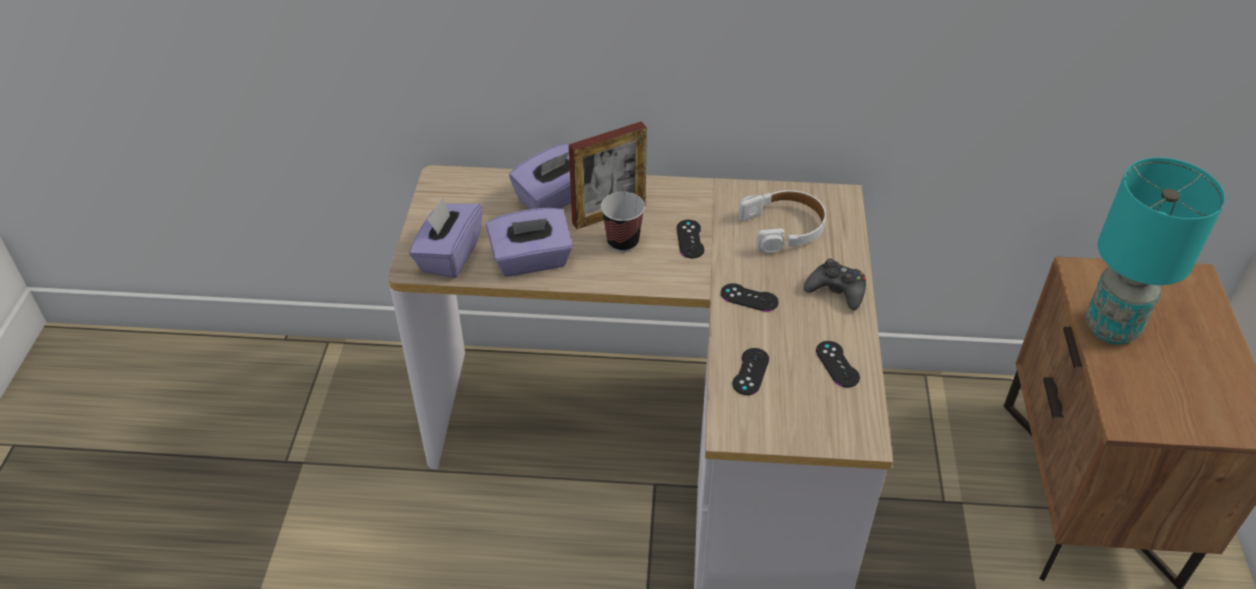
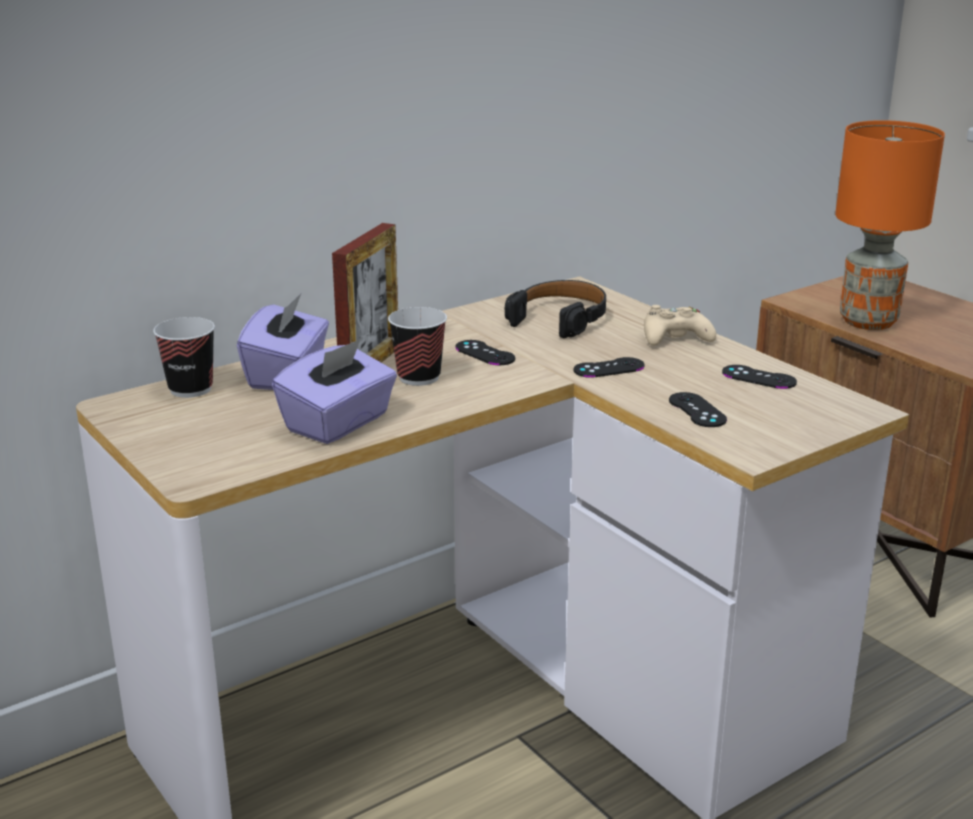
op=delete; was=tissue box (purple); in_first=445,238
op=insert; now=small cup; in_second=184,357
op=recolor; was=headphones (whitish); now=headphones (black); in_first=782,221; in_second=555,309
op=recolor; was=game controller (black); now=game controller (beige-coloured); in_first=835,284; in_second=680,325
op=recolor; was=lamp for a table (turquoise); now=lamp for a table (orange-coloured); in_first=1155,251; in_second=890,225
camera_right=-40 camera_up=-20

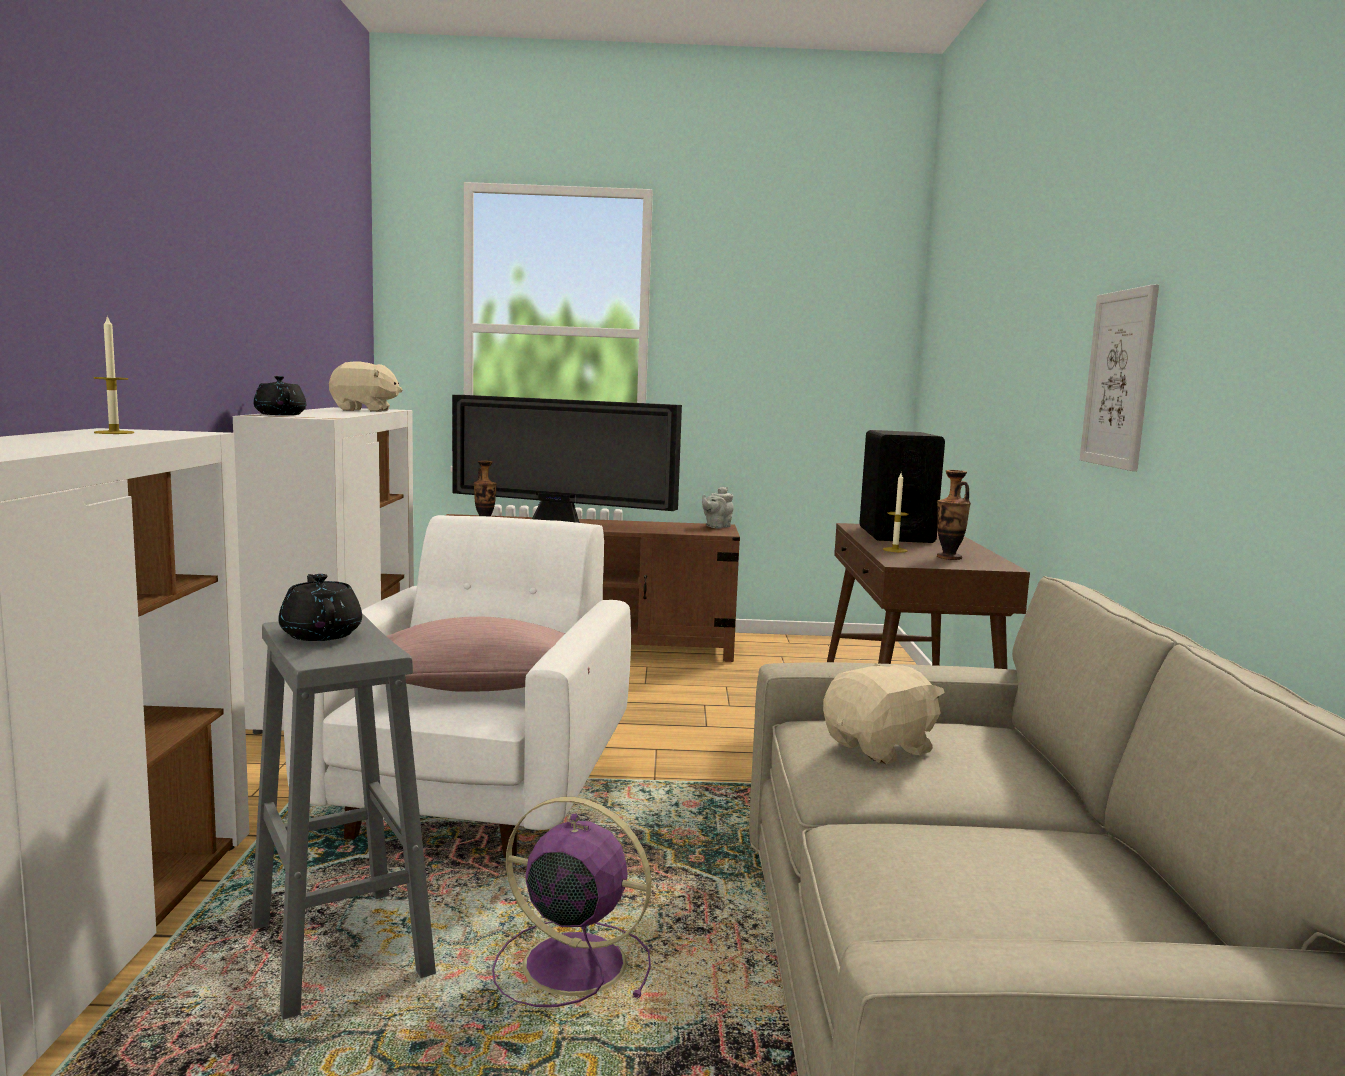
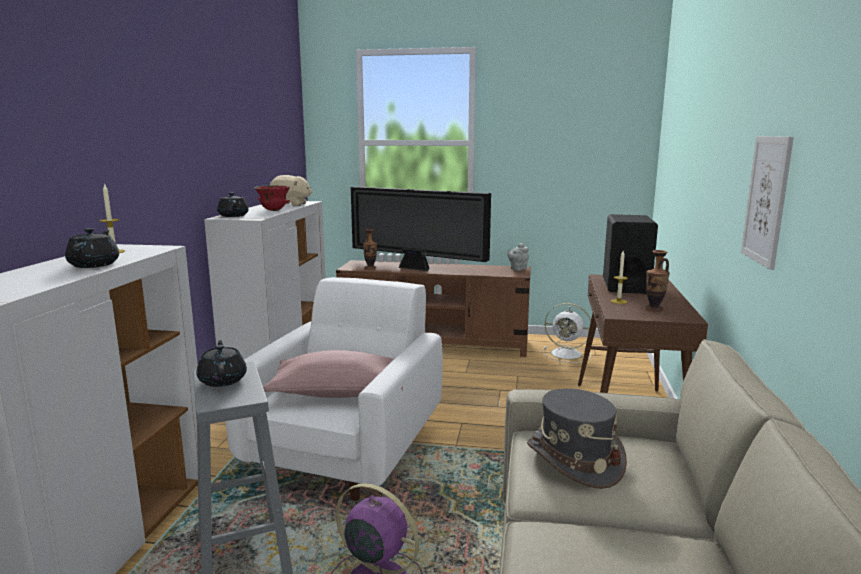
op=insert; now=tea pot (black); in_second=92,248
op=insert; now=deep dish (red); in_second=272,198
op=insert; now=fan (whitish); in_second=567,333
op=replace; was=soft toy (beige-coloured); now=hat (greyish); in_first=884,713; in_second=577,438
camera_right=10 camera_up=5

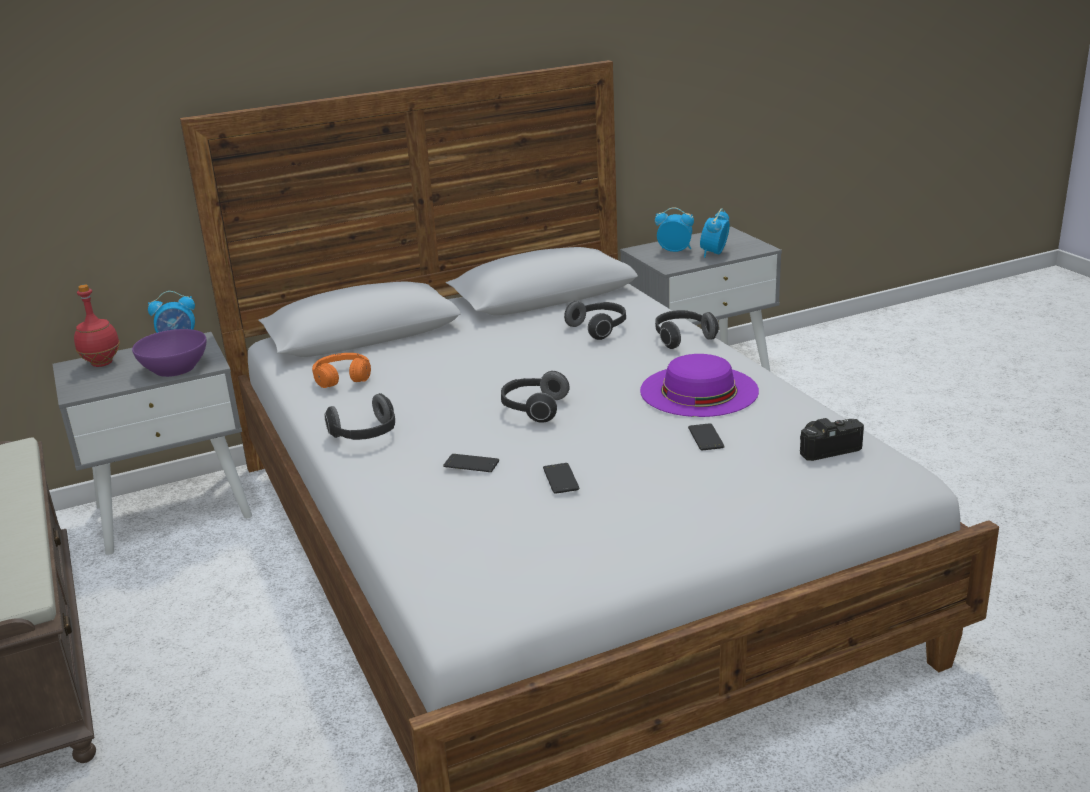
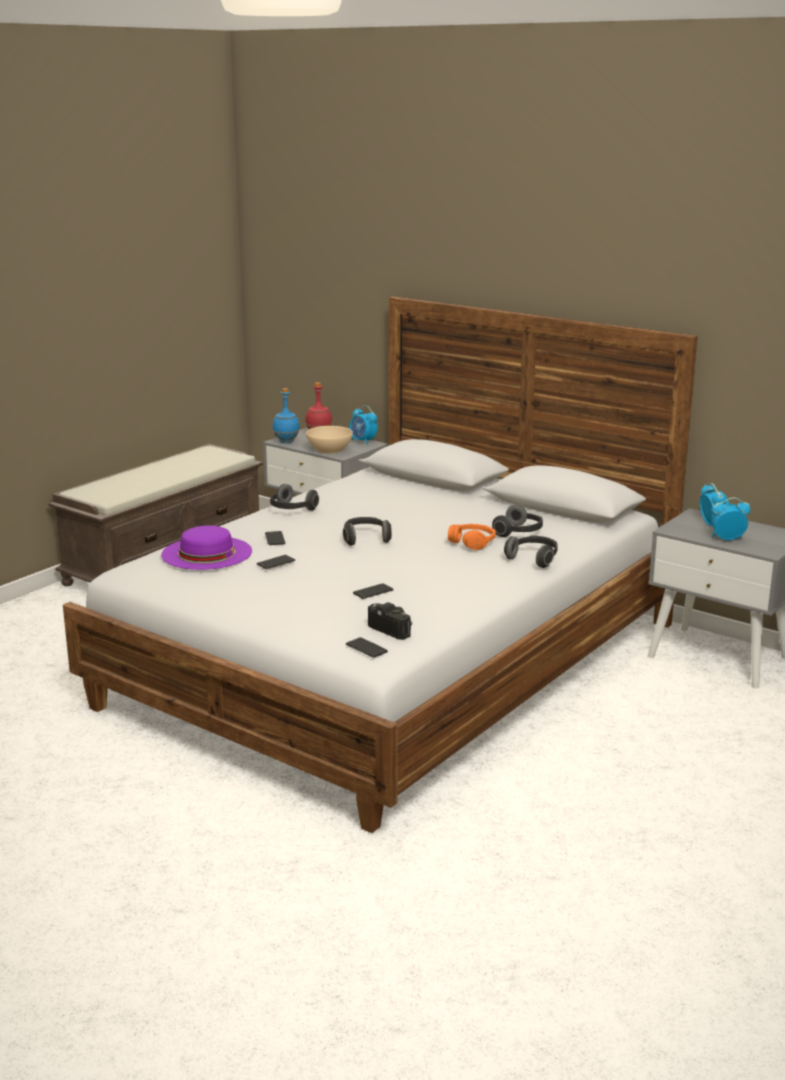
op=insert; now=drink bottle (bluish); in_second=286,415
op=insert; now=handset; in_second=367,647
op=move; was=headphones (orange-coloured); in_first=341,370; in_second=472,537
op=move; was=hat (purple); in_first=699,385; in_second=206,547
op=recolor; was=deep dish (purple); now=deep dish (beige-coloured); in_first=169,353; in_second=329,440
camera_right=60 camera_up=-5

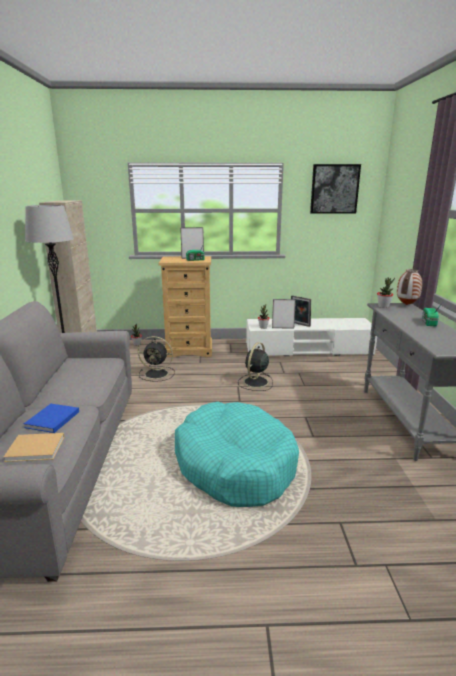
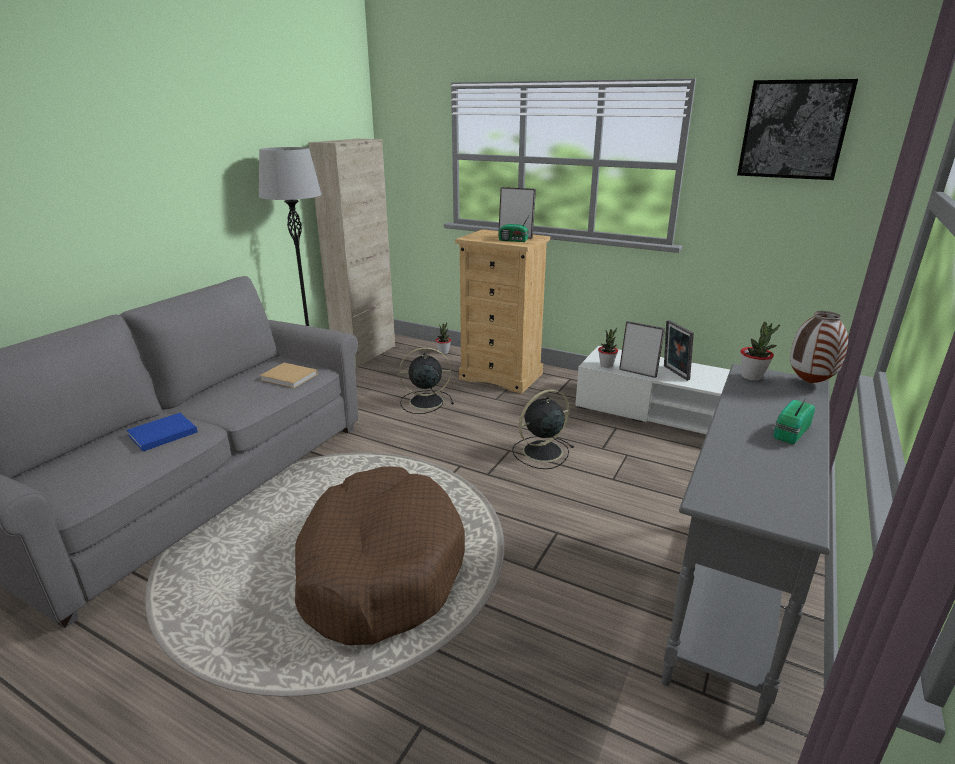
op=move; was=book (beige-coloured); in_first=33,447; in_second=288,375
op=recolor; was=dog cushion (turquoise); now=dog cushion (brown); in_first=237,454; in_second=380,556
op=rotate; was=fan (black); in_first=156,359; in_second=426,380; clockwise=135
camera_right=30 camera_up=5

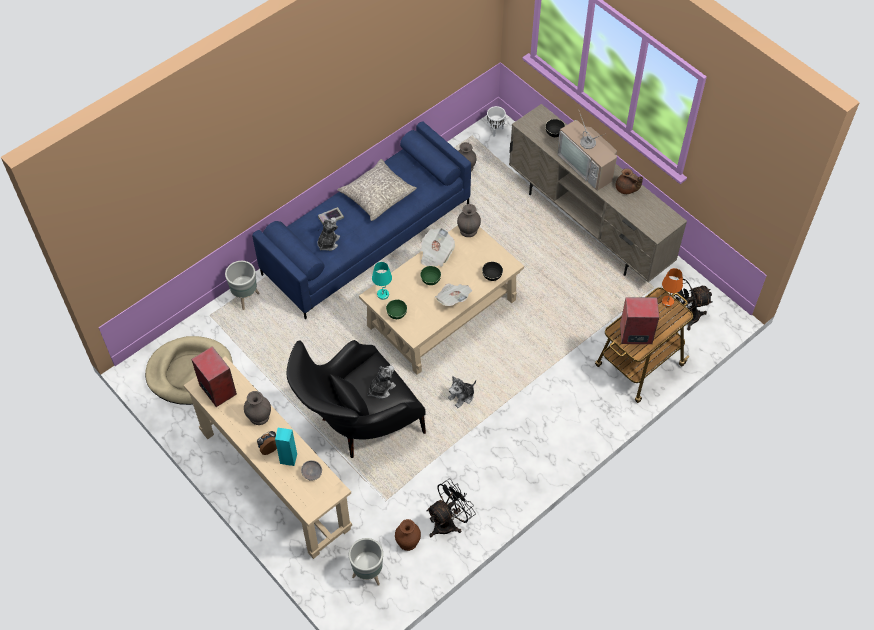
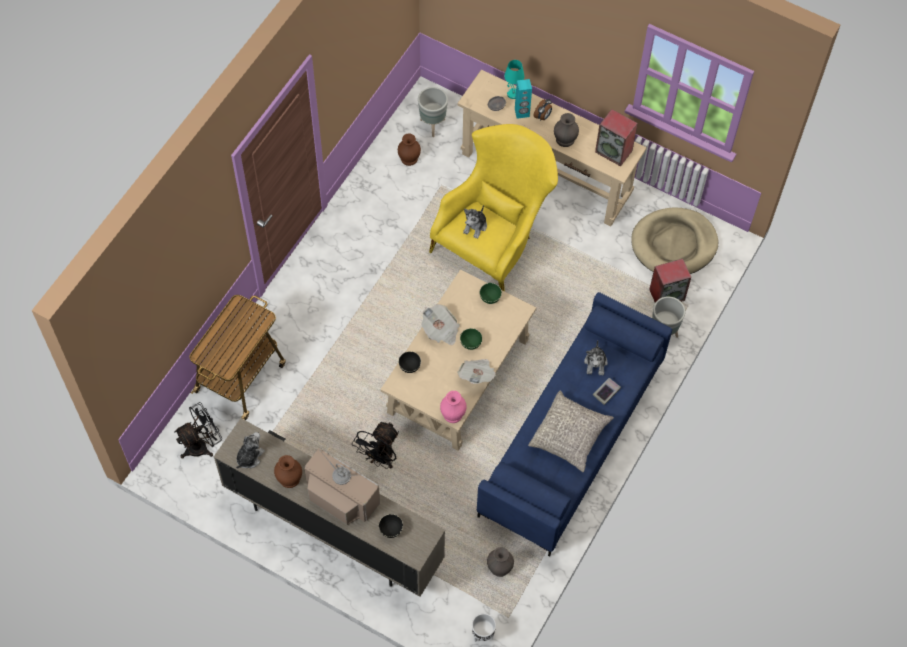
op=delete; was=lamp for a table (orange-coloured); in_first=672,287
op=move; was=lamp for a table (turquoise); in_first=382,281; in_second=514,79
op=move; was=fan (black); in_first=451,508; in_second=375,445
op=move; was=soft toy; in_first=462,392; in_second=250,450
op=move; was=loudspeaker; in_first=639,320; in_second=670,281
op=replace; was=tea pot (brown); now=vase (brown); in_first=629,181; in_second=288,471
op=recolor; was=lounge chair (black); now=lounge chair (yellow-coloured); in_first=356,399; in_second=493,208
op=recolor; was=vase (greyish); now=vase (pink); in_first=469,220; in_second=453,407
camera_right=160 camera_up=5

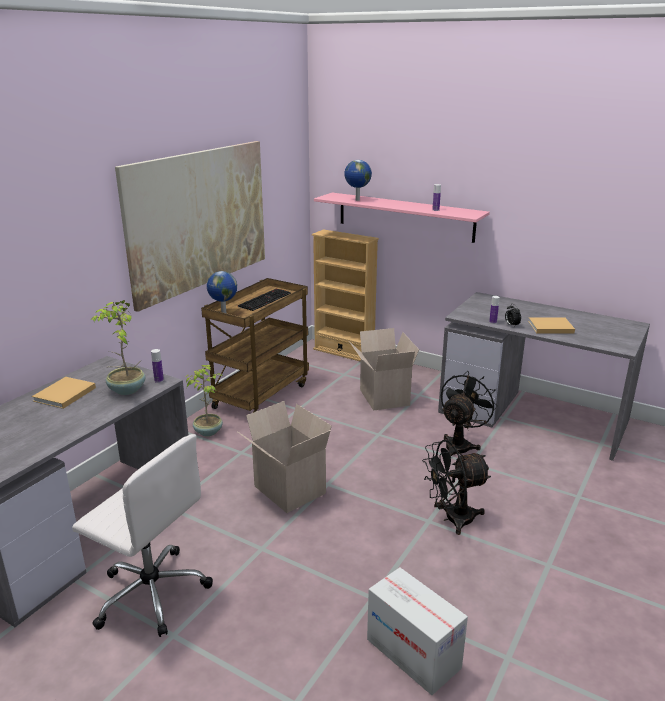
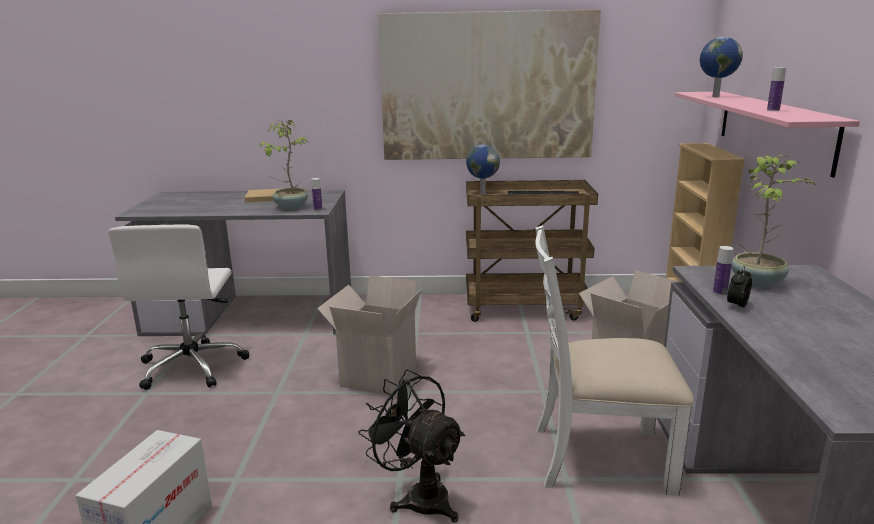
op=delete; was=book (beige-coloured); in_first=551,325
op=move; was=plant in a pot; in_first=204,400; in_second=774,221
op=replace; was=fan (black); now=upright chair (whitish); in_first=469,414; in_second=615,360
camera_right=60 camera_up=-5

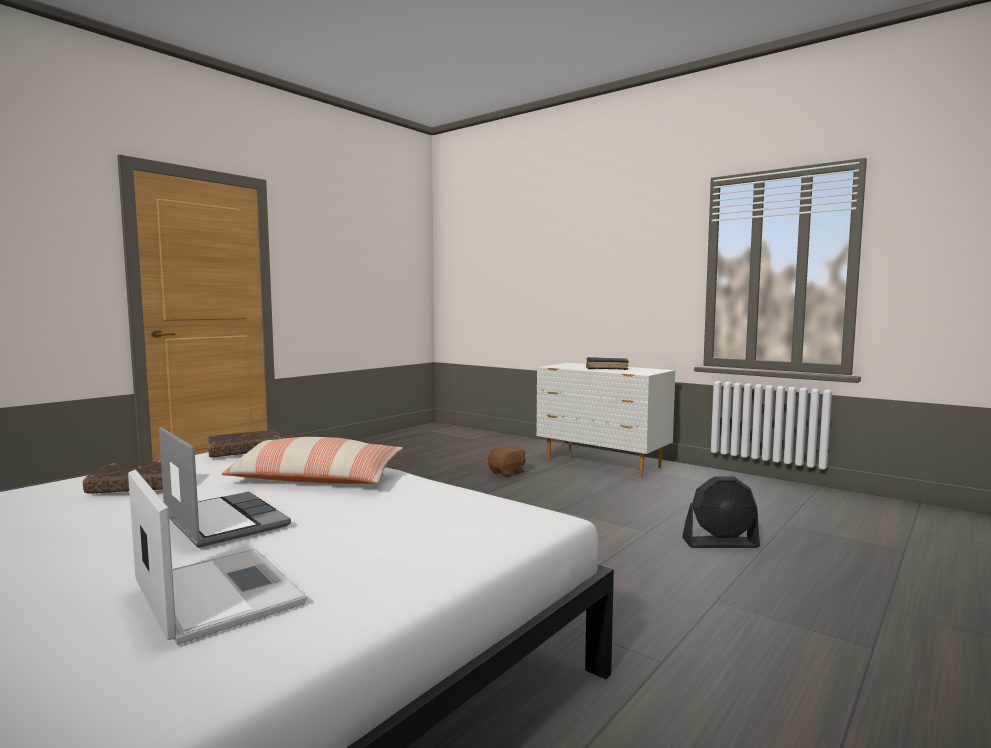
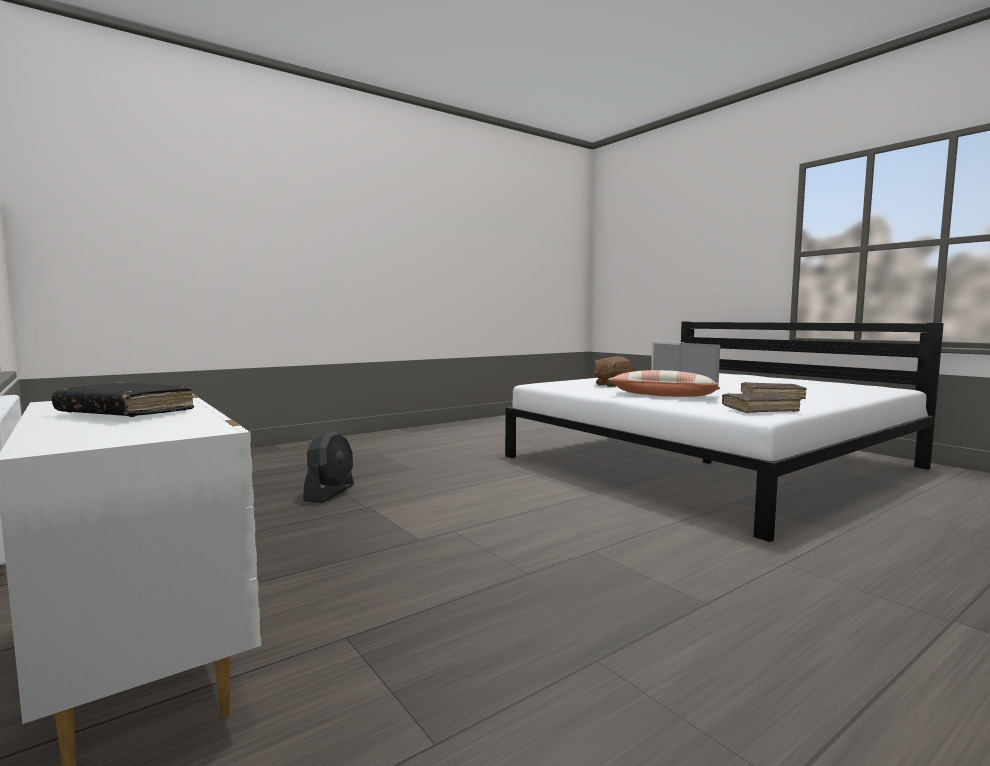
op=move; was=soft toy (brown); in_first=507,461; in_second=614,371
op=rotate; was=fan (black); in_first=721,512; in_second=328,467; clockwise=90
camera_right=-165 camera_up=0

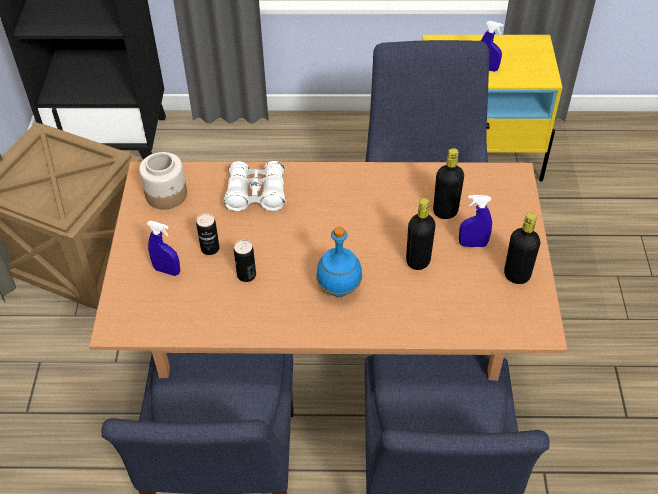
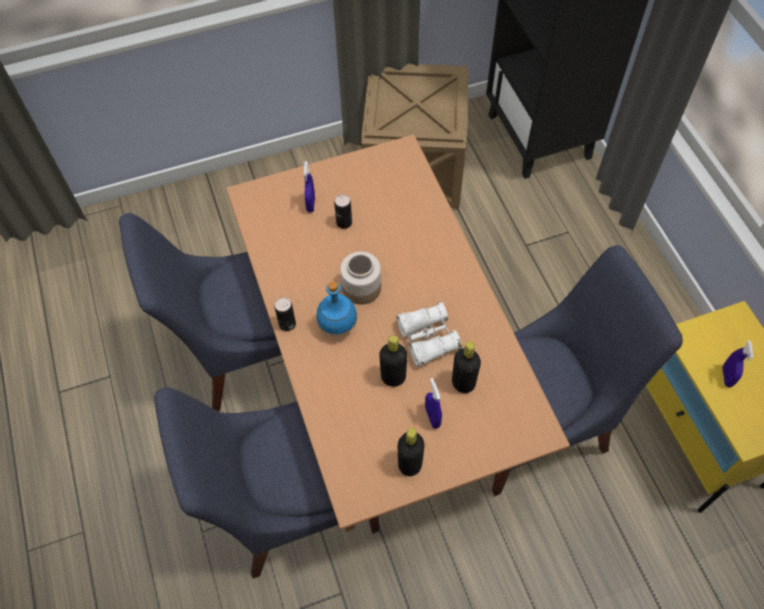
op=move; was=storage jar; in_first=163,180; in_second=360,278
op=move; was=pair of binoculars (whitish); in_first=254,186; in_second=429,334
op=move; was=metal can; in_first=245,261; in_second=285,314
camera_right=70 camera_up=10

